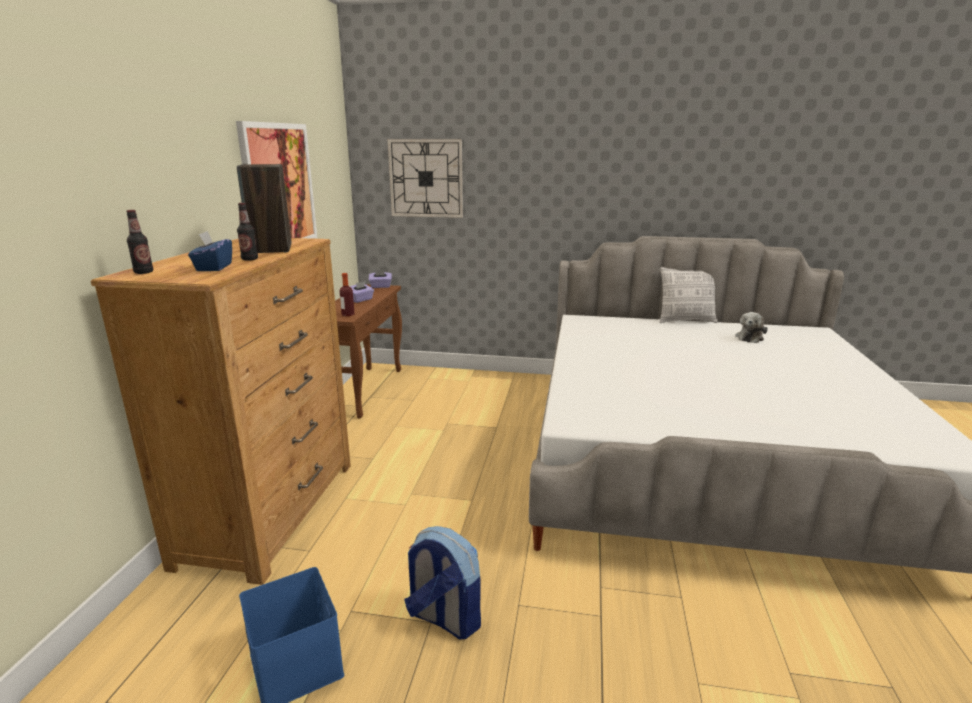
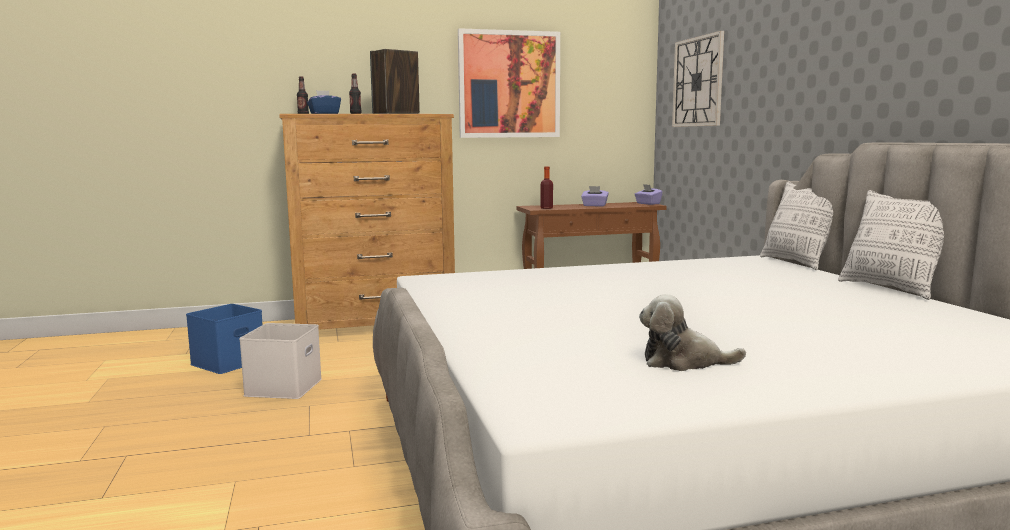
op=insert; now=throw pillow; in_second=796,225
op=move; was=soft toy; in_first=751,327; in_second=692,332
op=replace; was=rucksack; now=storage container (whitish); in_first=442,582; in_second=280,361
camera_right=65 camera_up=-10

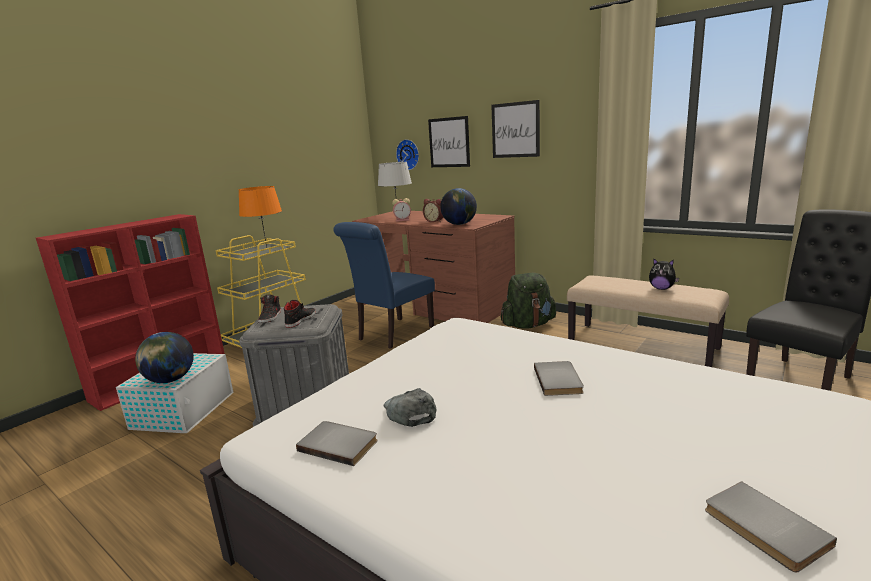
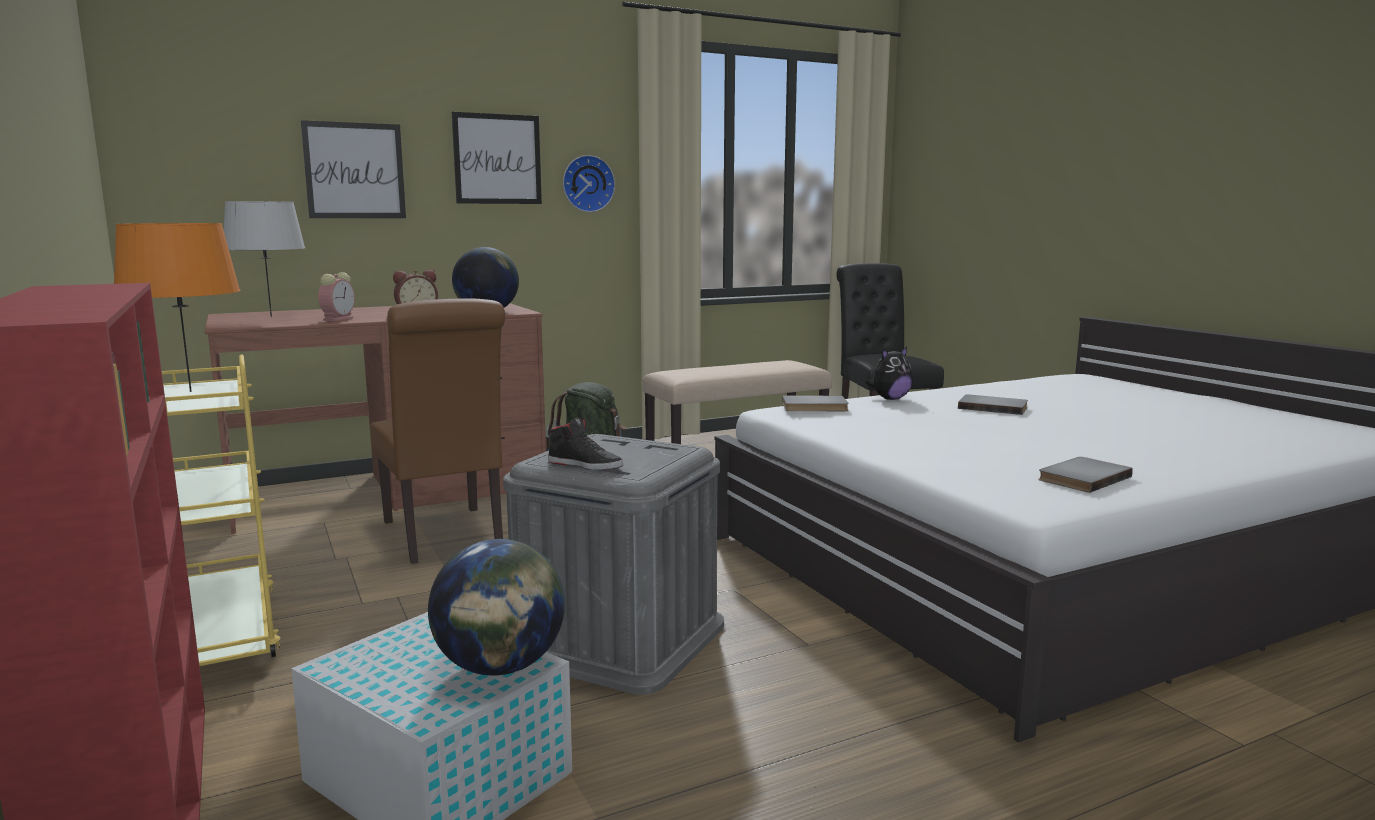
op=delete; was=shoe (black); in_first=300,314
op=delete; was=baseball cap (greyish); in_first=409,407
op=move; was=clock on the wall; in_first=407,154; in_second=589,183
op=move; was=soft toy; in_first=664,274; in_second=889,373
op=move; was=book (greyish); in_first=771,527; in_second=815,403
op=recolor; was=upright chair (bluish); now=upright chair (brown); in_first=384,285; in_second=437,431
camera_right=-65 camera_up=-5

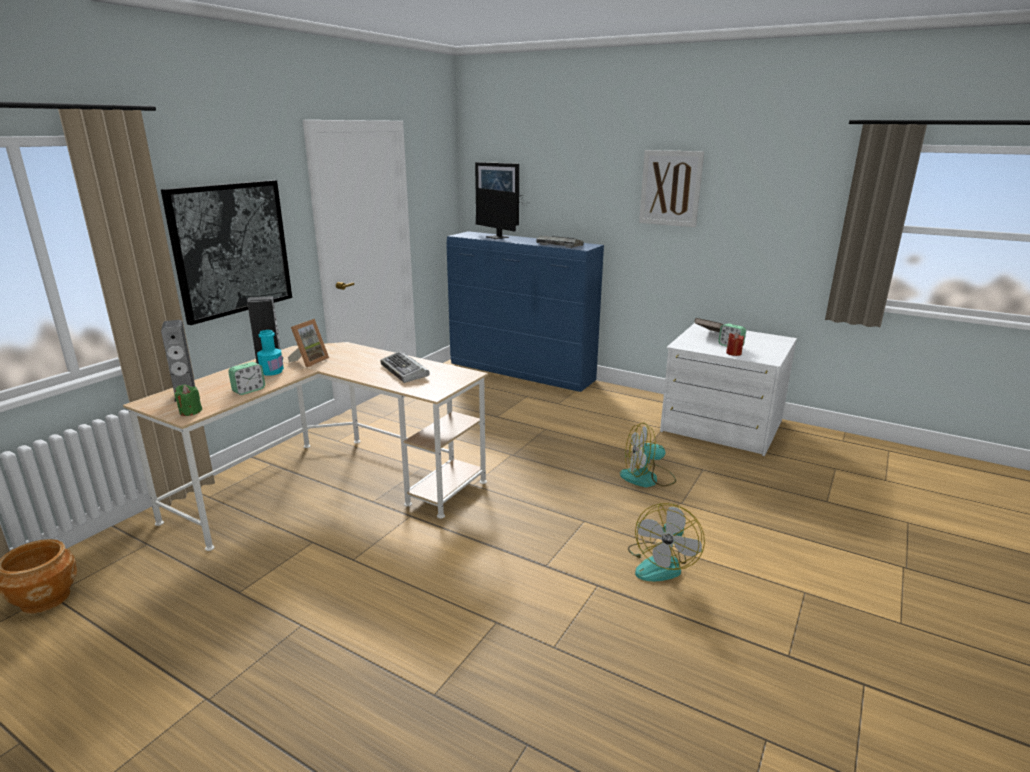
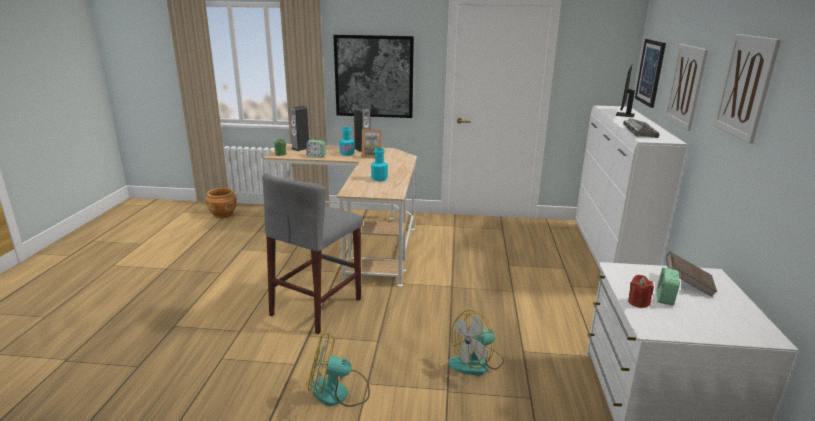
op=insert; now=stool seat (greyish); in_second=312,253
op=insert; now=wall picture; in_second=686,87
op=replace; was=computer keyboard; now=drink bottle (turquoise); in_first=405,367; in_second=379,164
op=recolor; was=chest of drawers (bluish); now=chest of drawers (whitish); in_first=525,311; in_second=631,188
op=rotate; was=fan; in_first=648,455; in_second=476,343; clockwise=-90
camera_right=65 camera_up=0

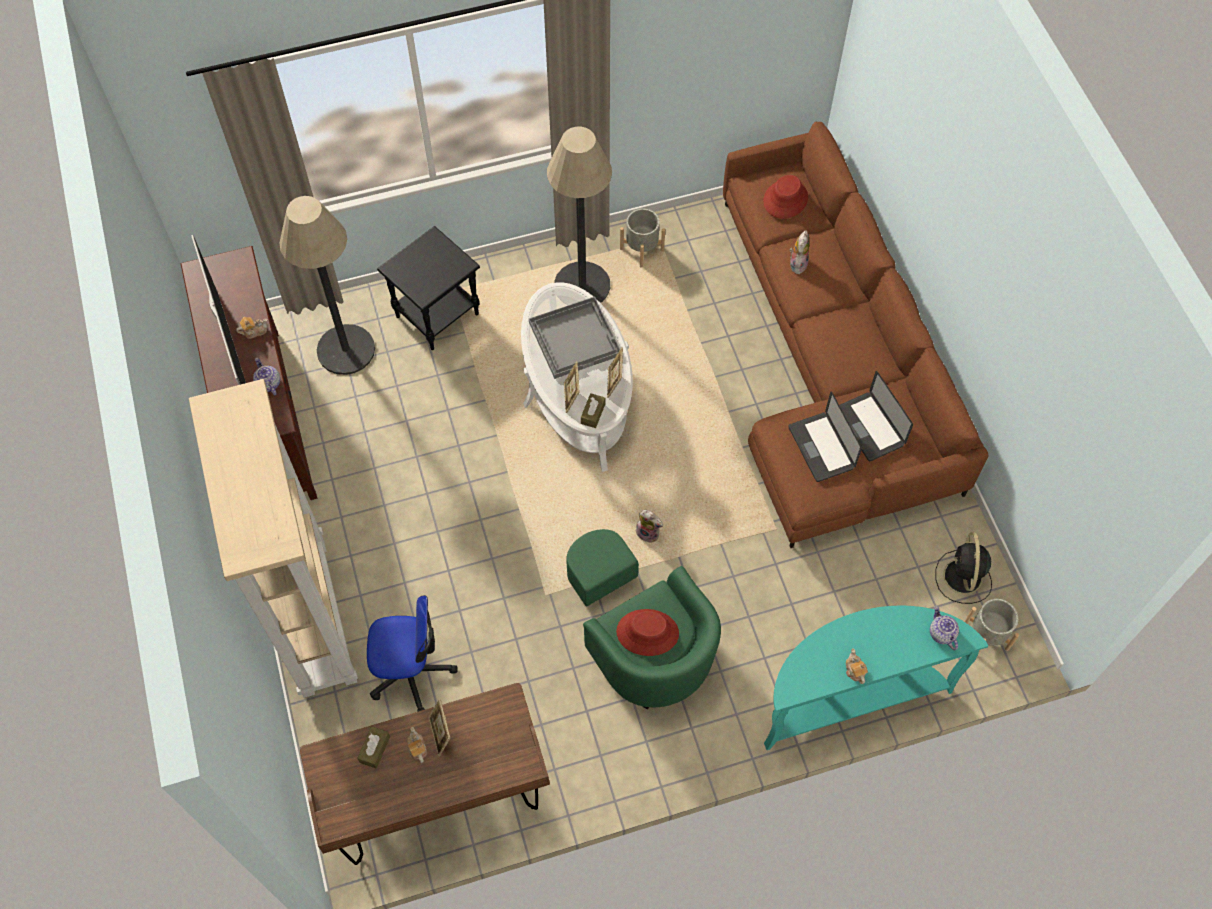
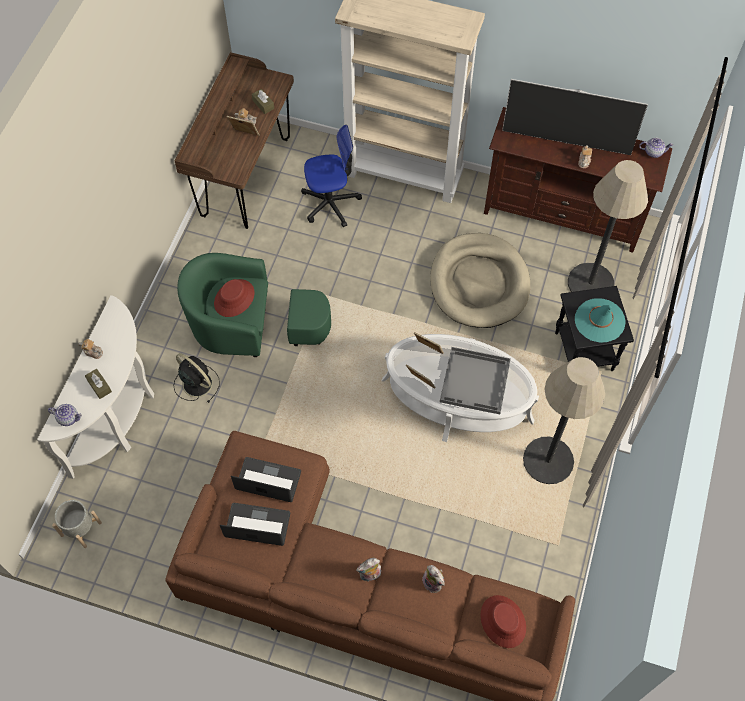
op=delete; was=planter (greyish); in_first=642,238
op=insert; now=dog cushion (beige-coloured); in_second=480,280
op=insert; now=hat (turquoise); in_second=600,320
op=move; was=tea pot; in_first=266,376; in_second=656,148
op=move; was=tissue box (brown); in_first=593,410; in_second=98,383
op=move; was=soft toy; in_first=649,526; in_second=368,570
op=move; was=fan (black); in_first=963,568; in_second=197,378
op=recolor; was=narrow table (turquoise); now=narrow table (whitish); in_first=876,678; in_second=95,387
op=rotate; was=office chair; in_first=412,653; in_second=331,176; clockwise=-135
camera_right=125 camera_up=0

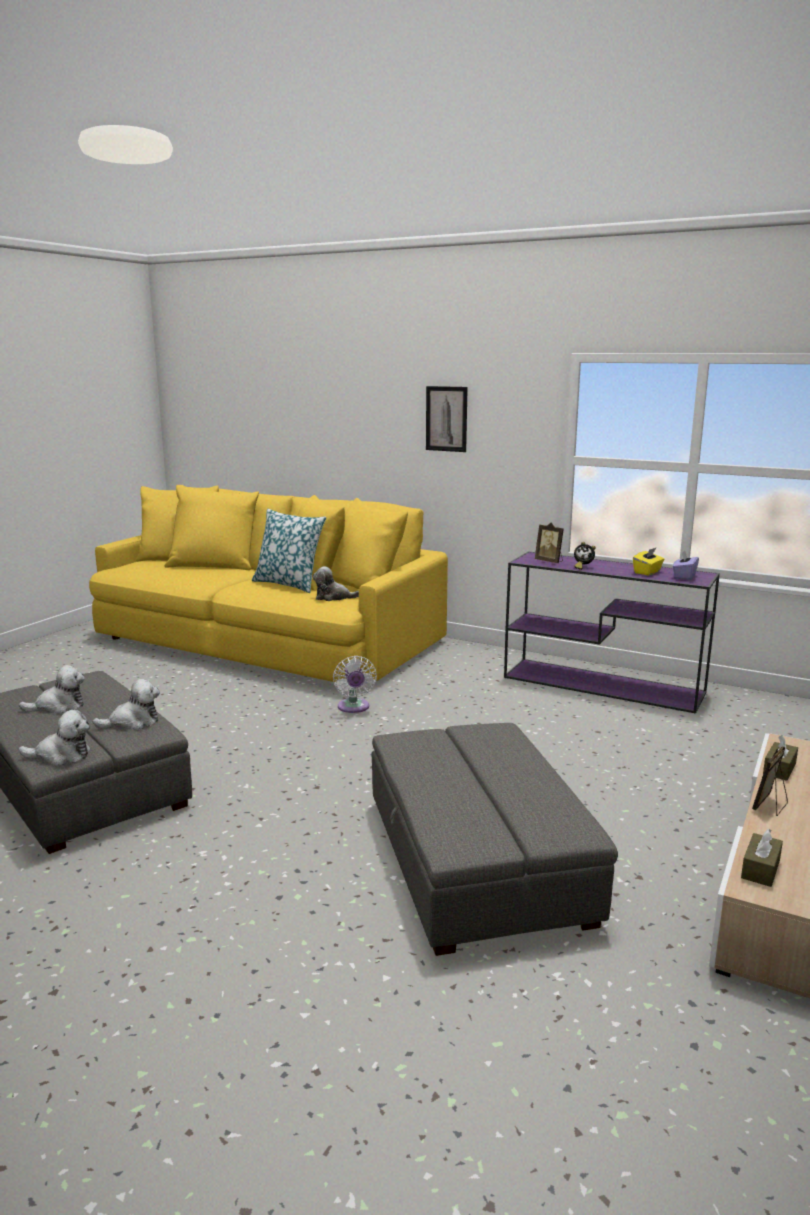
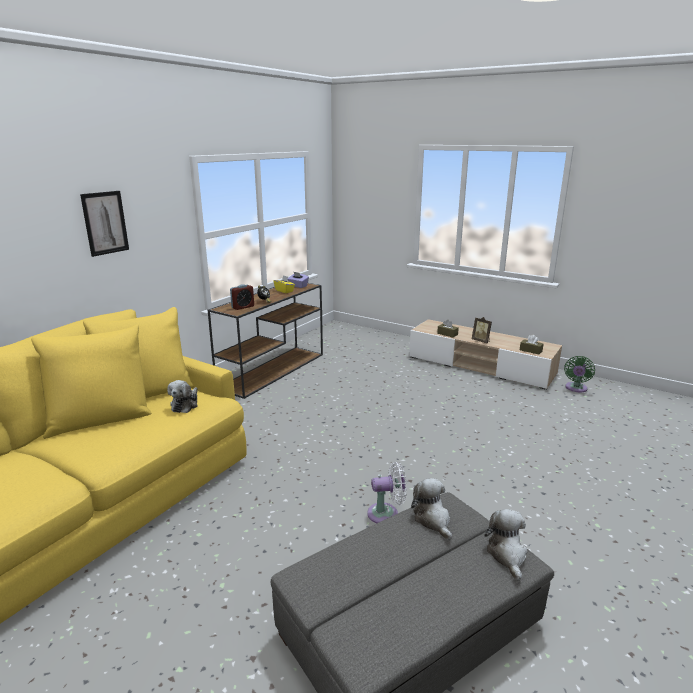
op=delete; was=soft toy; in_first=52,689
op=delete; was=throw pillow; in_first=289,551
op=delete; was=footrest (greyish); in_first=495,839
op=insert; now=fan (green-coloured); in_second=579,374
op=move; was=fan (whitish); in_first=355,684; in_second=387,492
op=replace; was=standing frame; now=bedside clock; in_first=549,542; in_second=242,297
op=recolor; was=narrow table (purple); now=narrow table (brown); in_first=612,632; in_second=265,341
camera_right=-85 camera_up=5

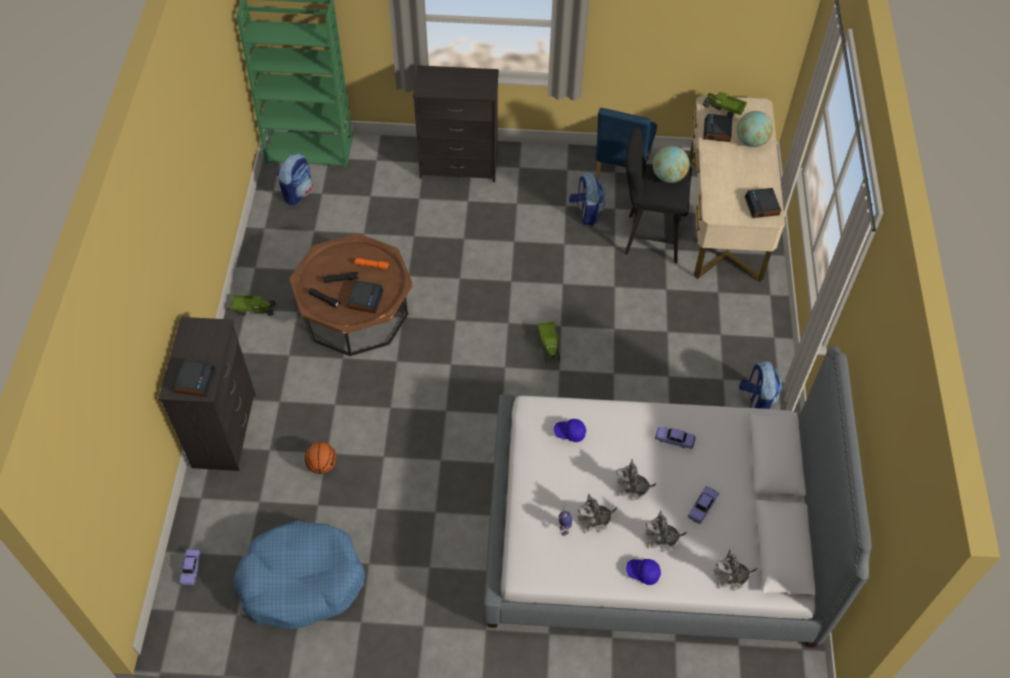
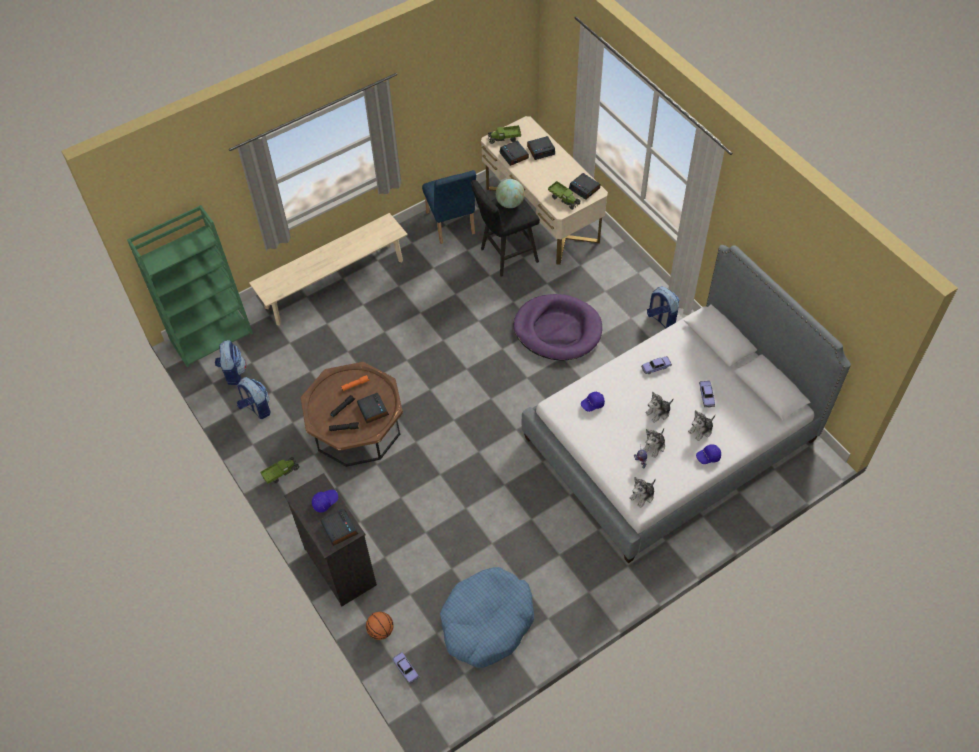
op=insert; now=baseball cap (bluish); in_second=325,501
op=insert; now=dog cushion (purple); in_second=558,327
op=move; was=basketball ball; in_first=321,458; in_second=379,626
op=move; was=toy truck; in_first=549,342; in_second=564,195
op=move; was=rucksack; in_first=587,198; in_second=253,398
op=move; was=soft toy; in_first=735,569; in_second=642,492
op=replace; was=chest of drawers (black); now=long seat (beige-coloured); in_first=456,123; in_second=328,269
op=replace; was=globe; now=bedside clock; in_first=755,129; in_second=541,148
camera_right=-35 camera_up=0

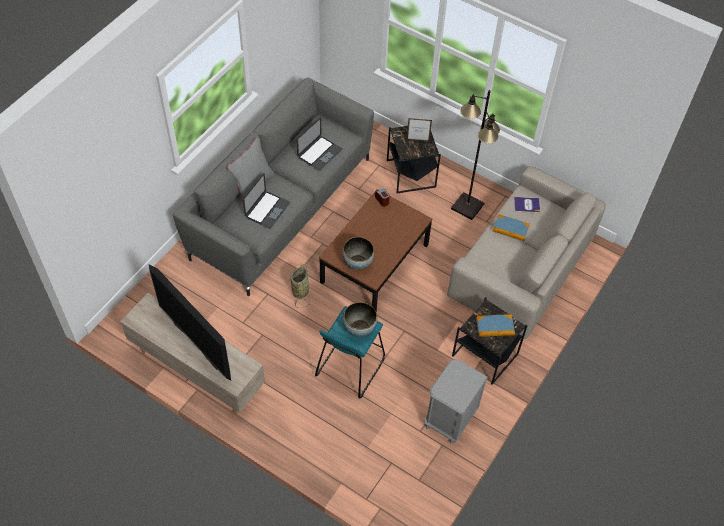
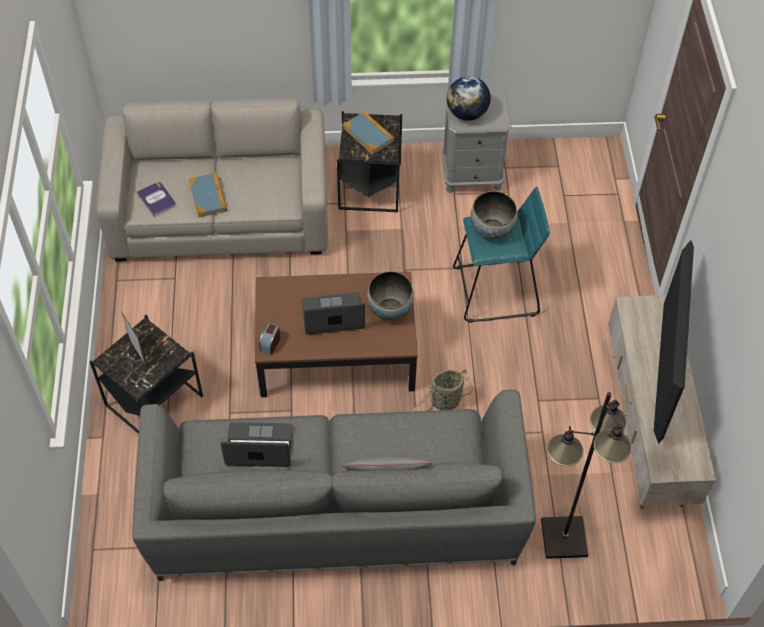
op=insert; now=globe; in_second=469,98
op=move; was=portable computer; in_first=266,201; in_second=333,313
op=move; was=standing lamp (black); in_first=475,155; in_second=586,475
camera_right=-125 camera_up=0

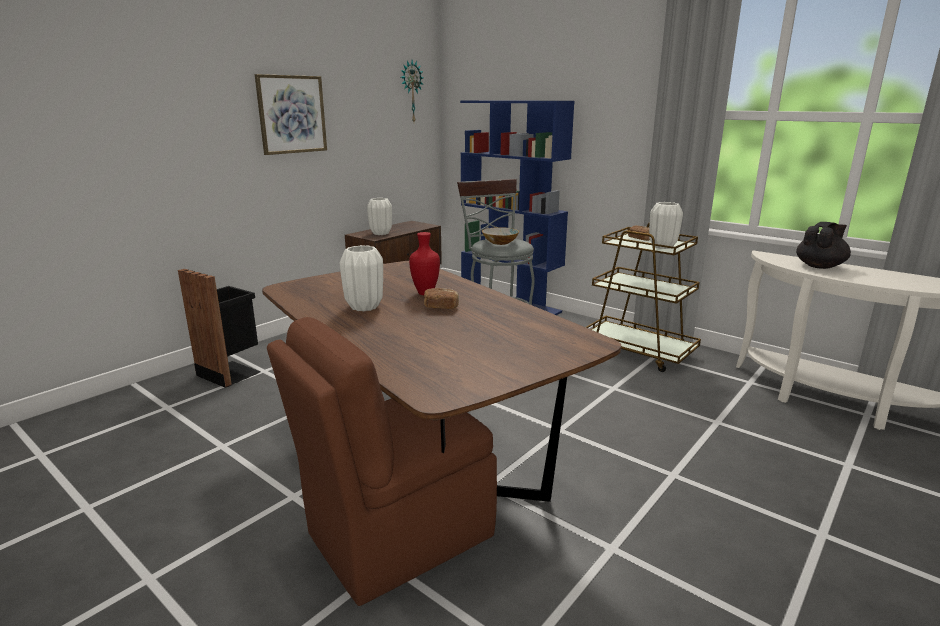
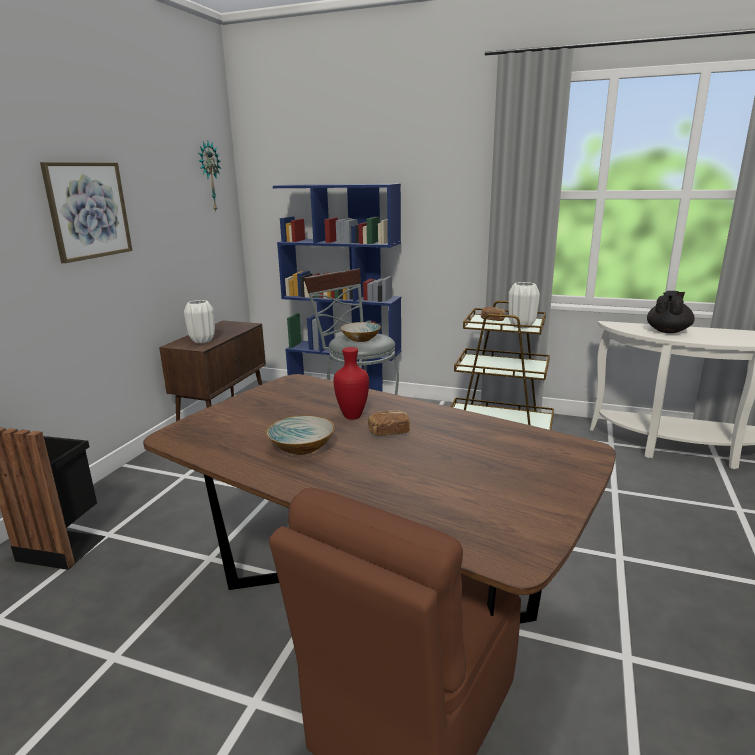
op=replace; was=vase (whitish); now=deep dish; in_first=361,278; in_second=300,435
camera_right=-20 camera_up=0

